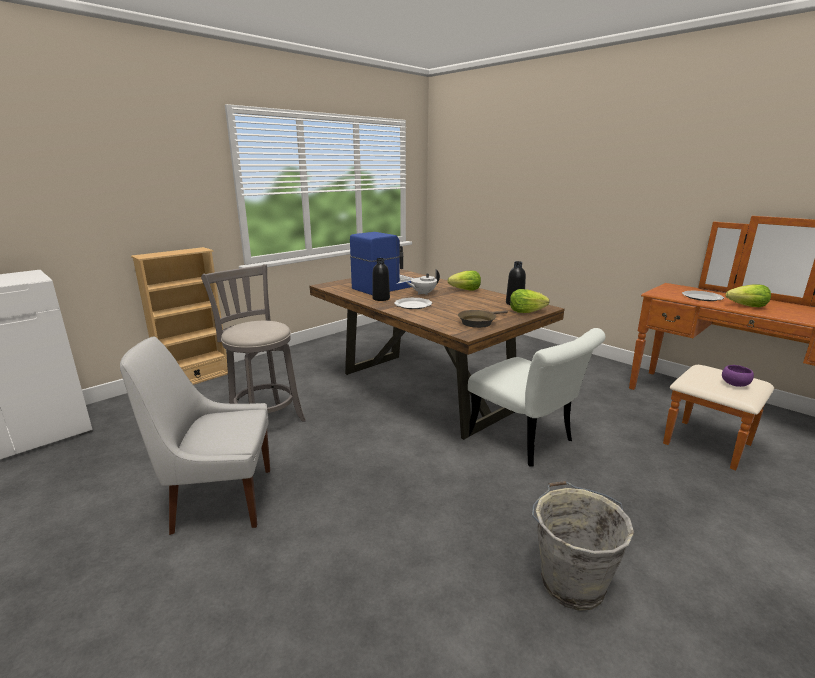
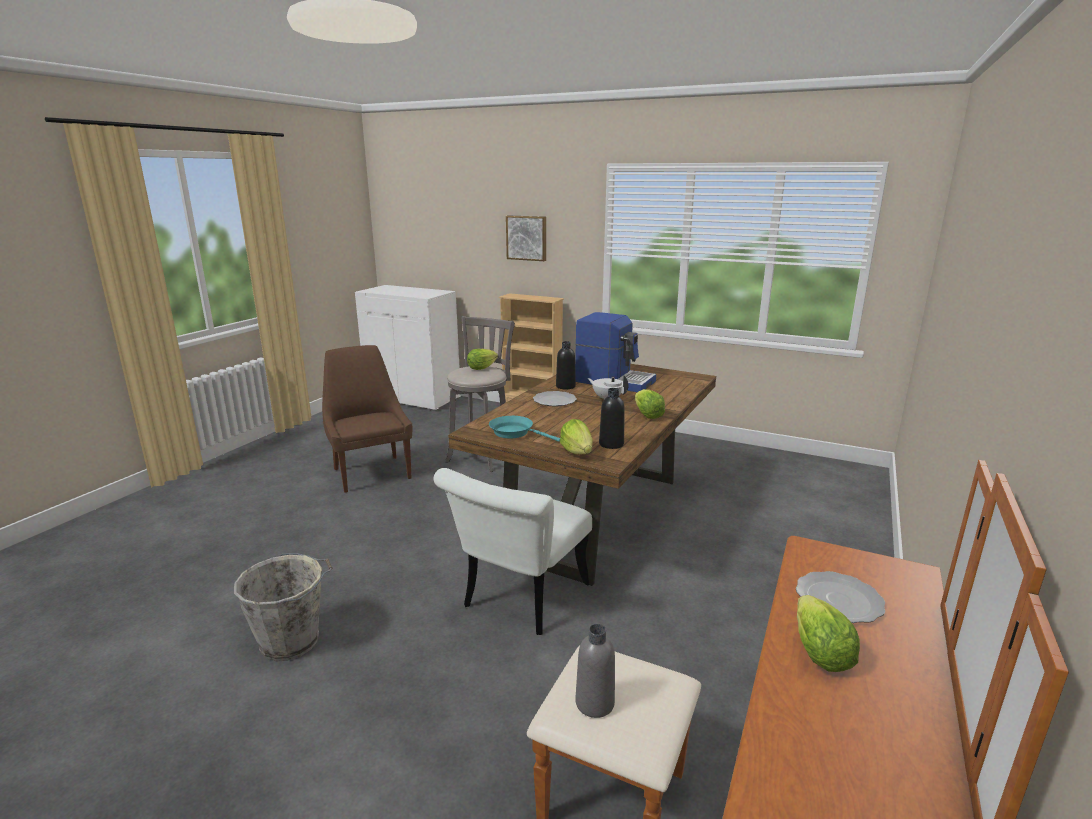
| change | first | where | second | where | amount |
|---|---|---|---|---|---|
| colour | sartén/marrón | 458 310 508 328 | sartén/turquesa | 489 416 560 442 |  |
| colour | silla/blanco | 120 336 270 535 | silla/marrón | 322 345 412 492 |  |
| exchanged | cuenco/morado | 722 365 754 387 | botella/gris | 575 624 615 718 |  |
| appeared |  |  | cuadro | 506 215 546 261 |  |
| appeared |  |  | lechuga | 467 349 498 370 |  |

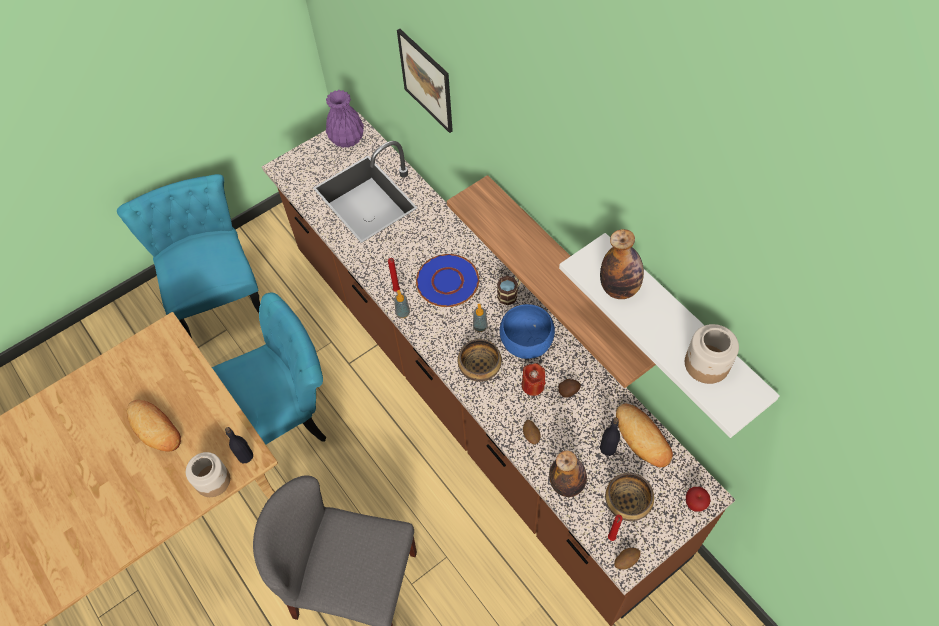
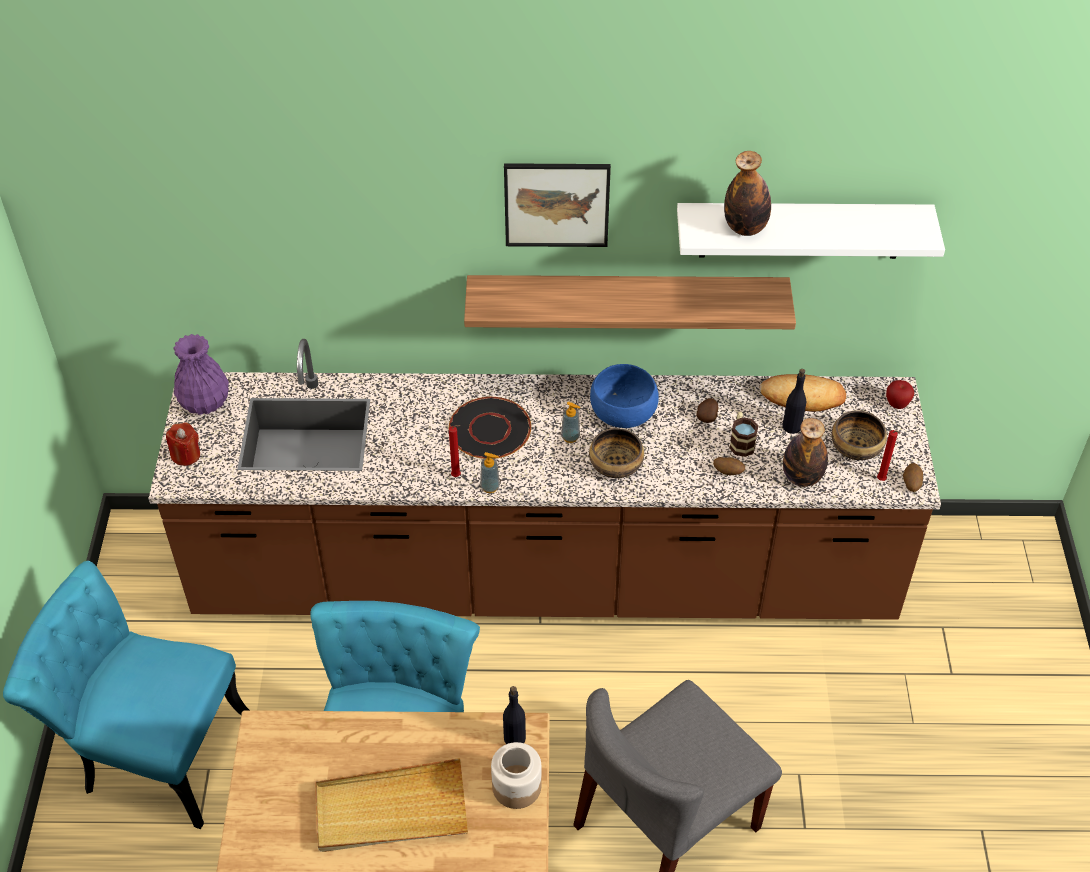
| change | first | where | second | where | amount |
|---|---|---|---|---|---|
| relocated | cuadro | 397 29 453 133 |  | 504 163 611 247 |  |
| colour | plato/azul | 416 254 479 307 | plato/negro | 449 397 531 459 |  |
| relocated | taza grande | 497 276 521 305 |  | 729 412 758 457 |  |
| missing | tarro | 685 324 739 384 |  |  |  |
| relocated | vela/rojo | 522 363 546 396 |  | 166 422 200 466 |  |
| exchanged | pan | 127 400 181 452 | bandeja/beis | 316 758 468 852 |  |

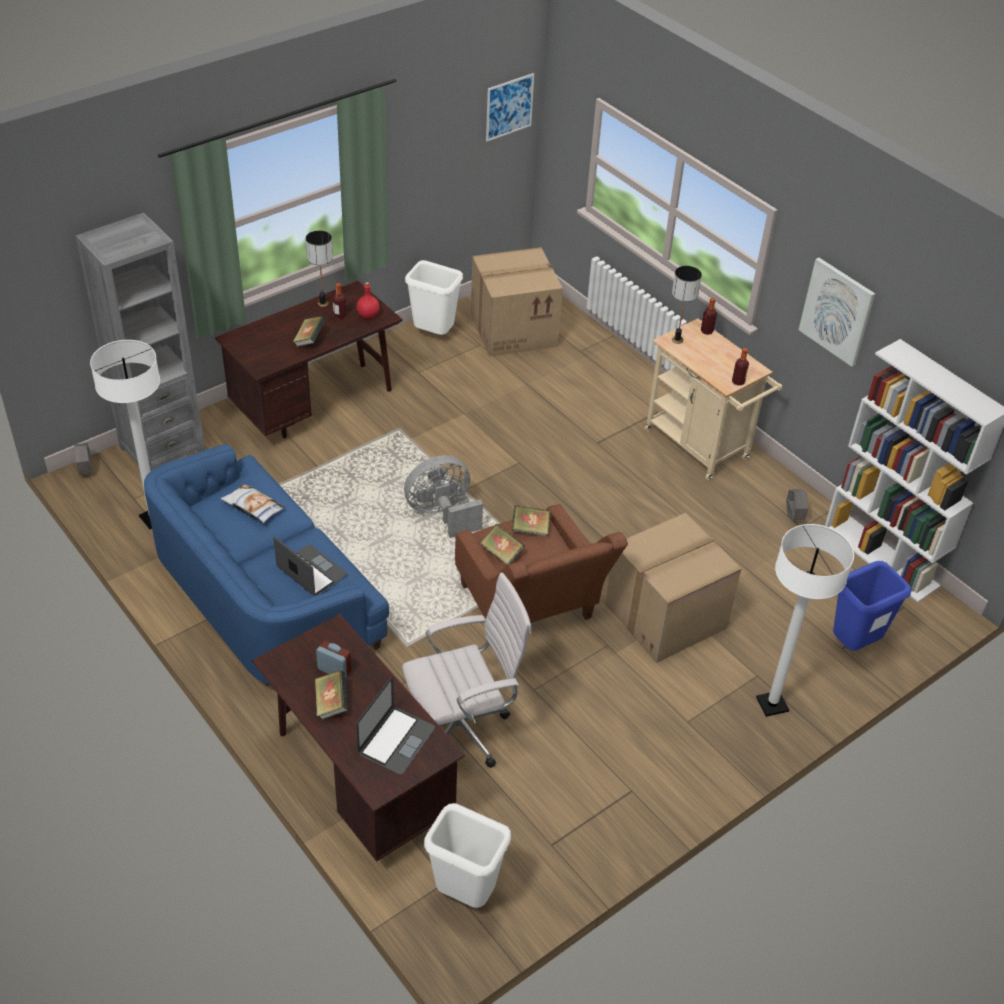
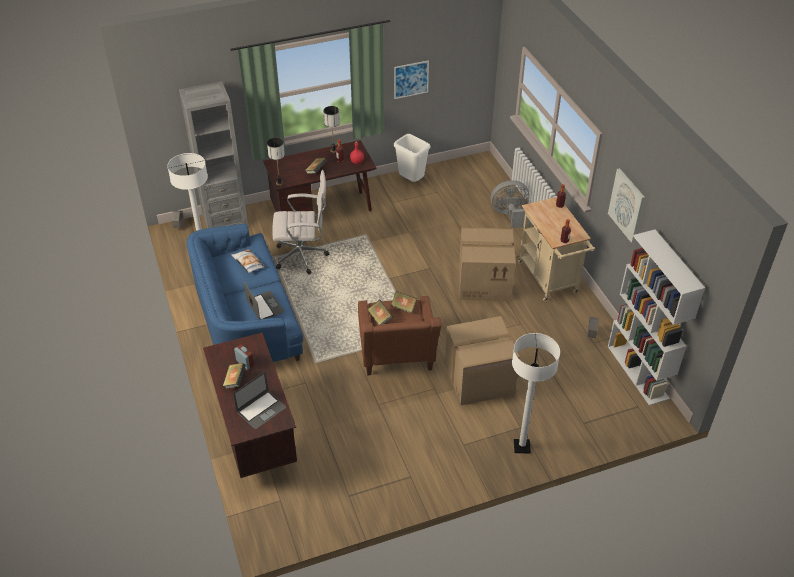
| change | first | where | second | where | amount |
|---|---|---|---|---|---|
| relocated | cuadro | 486 73 534 141 |  | 394 60 429 99 |  |
| relocated | caja de cartón | 471 247 563 357 |  | 459 227 516 301 |  |
| relocated | lámpara de mesa | 672 266 702 344 |  | 267 138 285 186 |  |
| relocated | ventilador/gris | 404 455 483 538 |  | 491 180 531 228 |  |
| missing | papelera/azul | 833 561 912 651 |  |  |  |
| relocated | silla de oficina/blanco | 402 573 532 768 |  | 272 170 329 274 |  |
| missing | papelera/blanco | 424 803 511 908 |  |  |  |

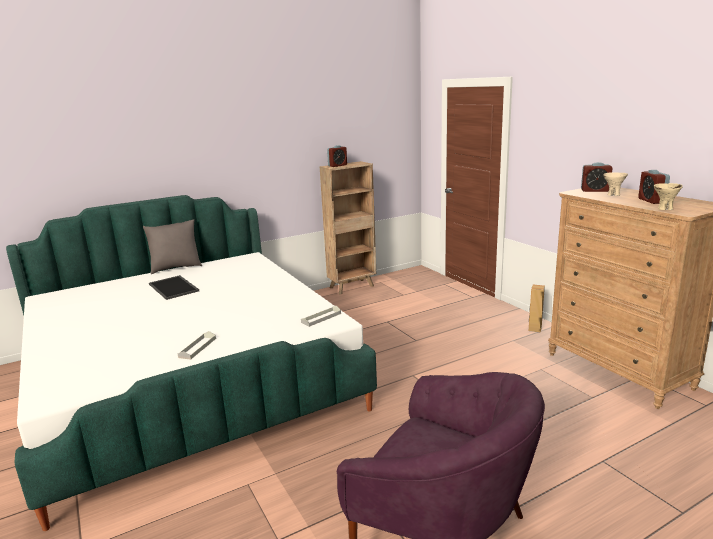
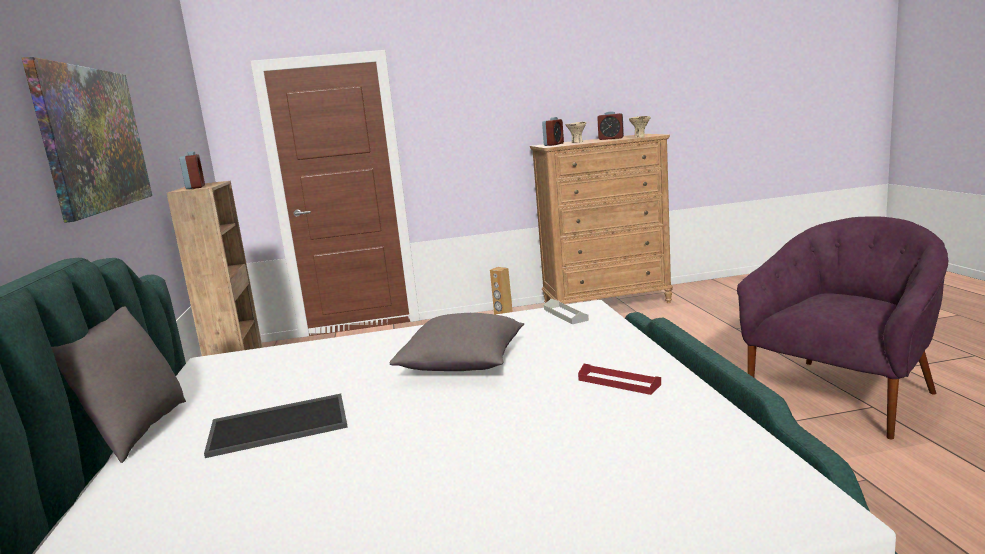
| change | first | where | second | where | amount |
|---|---|---|---|---|---|
| colour | bandeja/gris | 178 331 216 360 | bandeja/rojo | 578 364 661 395 |  |
| appeared |  |  | cuadro | 22 57 152 223 |  |
| appeared |  |  | cojín/gris | 390 313 524 371 |  |

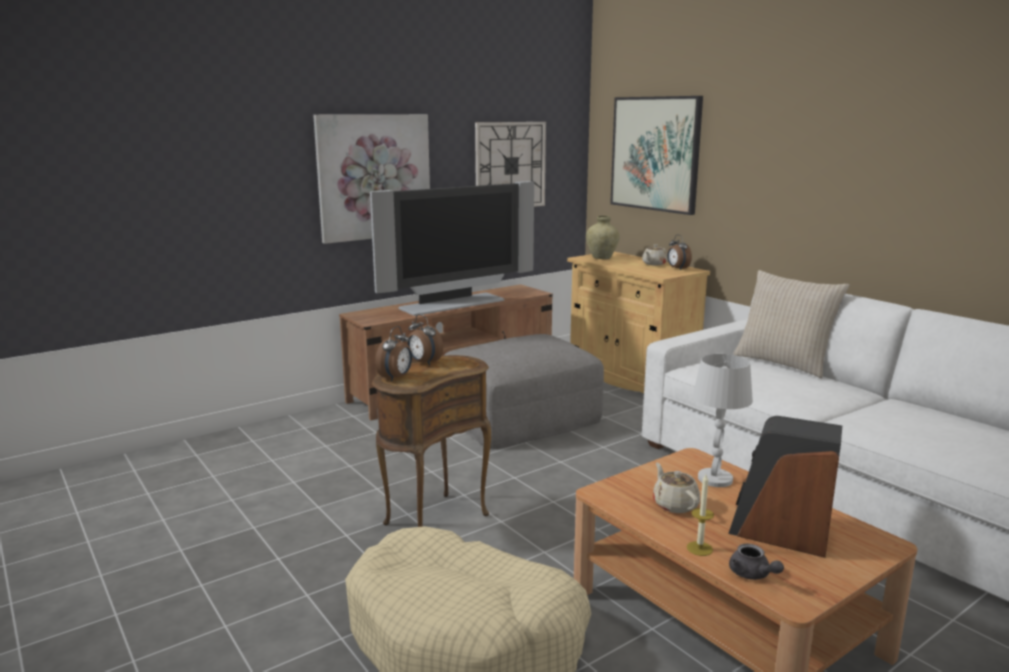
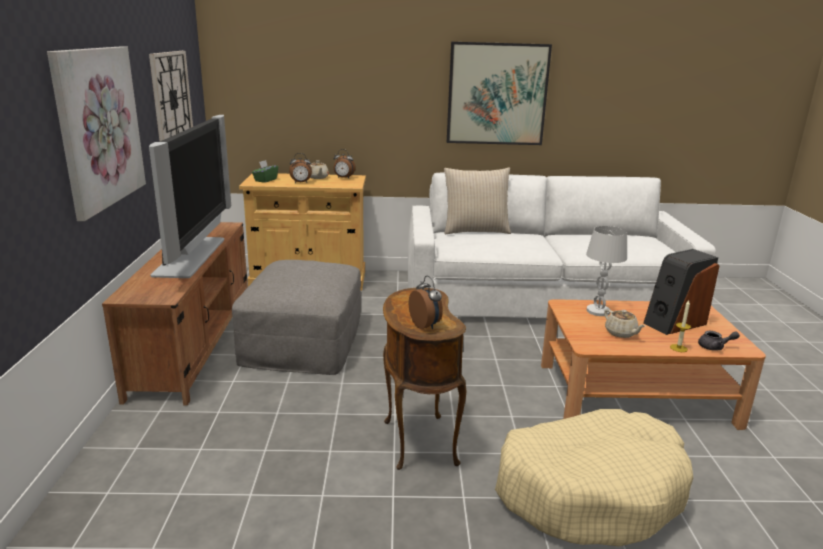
| change | first | where | second | where | amount |
|---|---|---|---|---|---|
| relocated | cuadro | 610 96 703 215 |  | 447 42 552 145 |  |
| exchanged | florero/beis | 586 216 619 259 | caja de pañuelos/verde | 252 160 278 183 |  |
| relocated | despertador | 407 314 443 366 |  | 289 153 312 183 |  |
| spun | tetera/beis | 653 462 700 513 |  | 604 309 645 338 | 135 degrees counterclockwise |

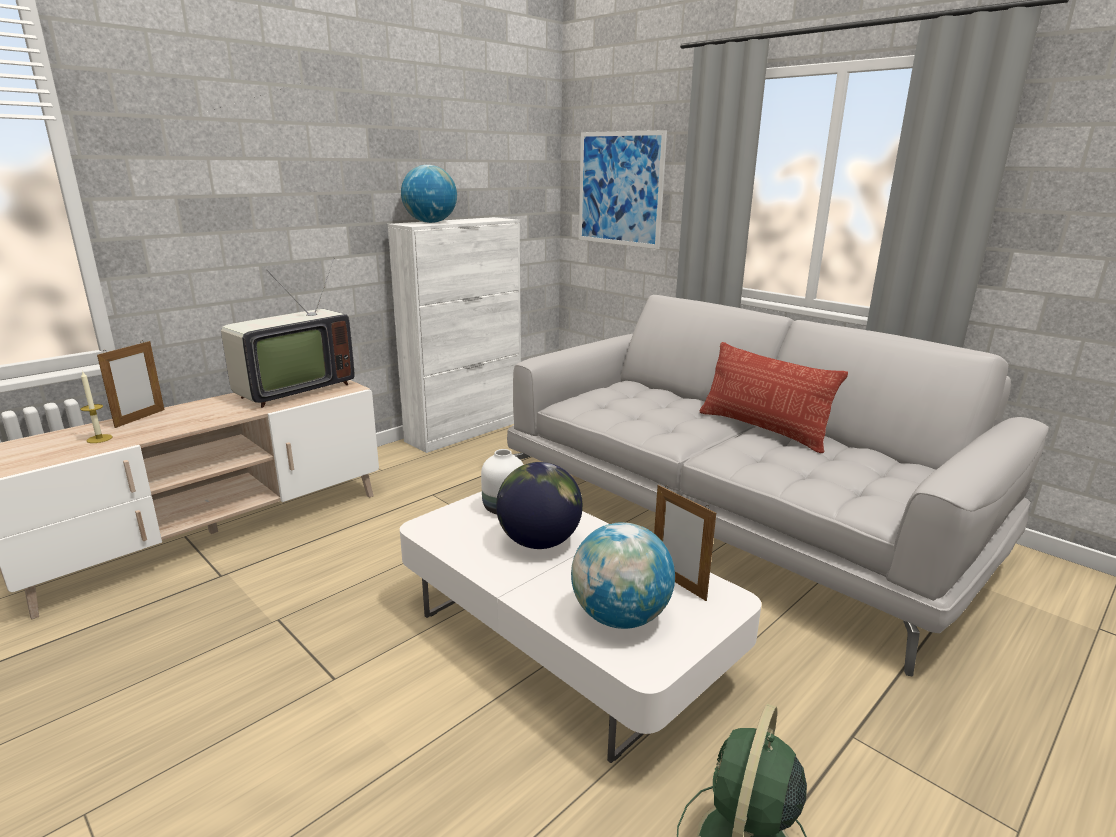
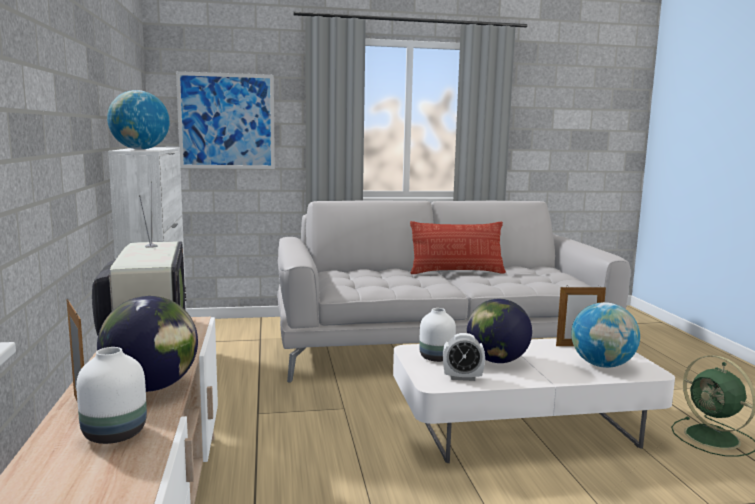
| change | first | where | second | where | amount |
|---|---|---|---|---|---|
| exchanged | vela | 80 372 113 443 | florero/blanco | 76 347 147 444 |  |
| appeared |  |  | globo terráqueo | 97 296 198 392 |  |
| appeared |  |  | despertador | 443 333 485 381 |  |

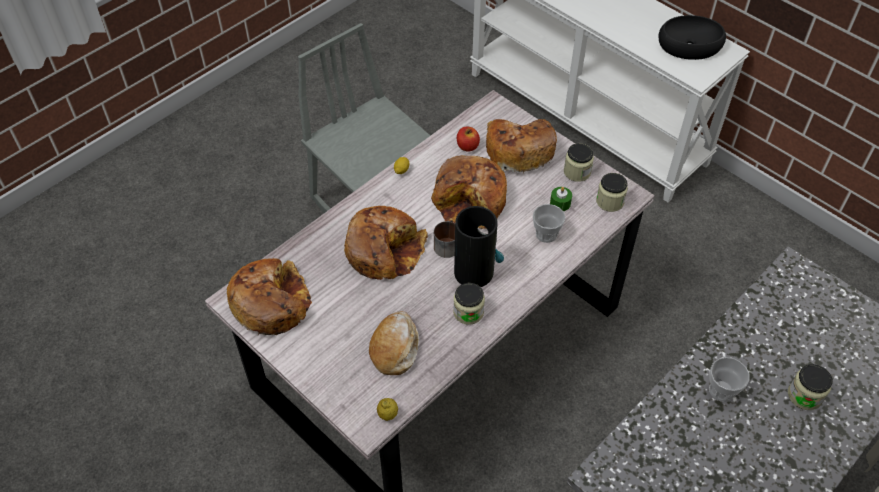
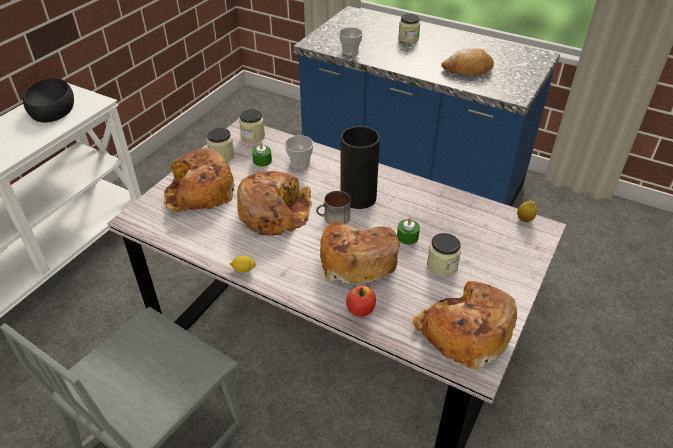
| change | first | where | second | where | amount |
|---|---|---|---|---|---|
| relocated | manzana | 457 126 480 152 |  | 346 286 376 317 |  |
| relocated | tarro | 453 283 485 325 |  | 427 233 461 276 |  |
| relocated | pan | 369 311 419 375 |  | 441 48 494 75 |  |
| relocated | taza | 709 357 750 402 |  | 339 27 363 56 |  |
| appeared |  |  | vela/verde | 397 217 420 245 |  |

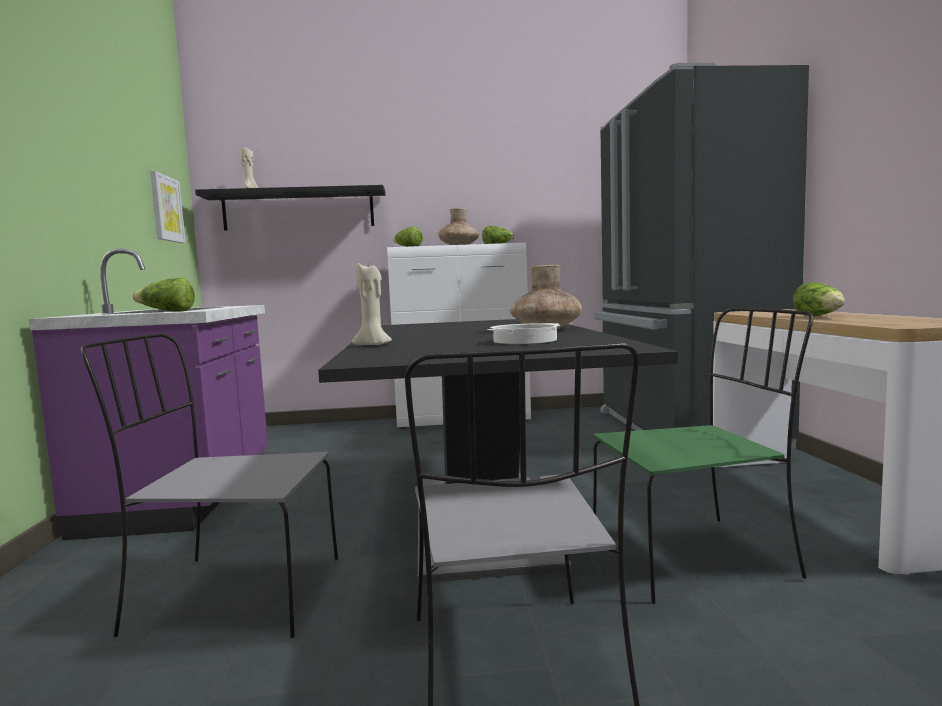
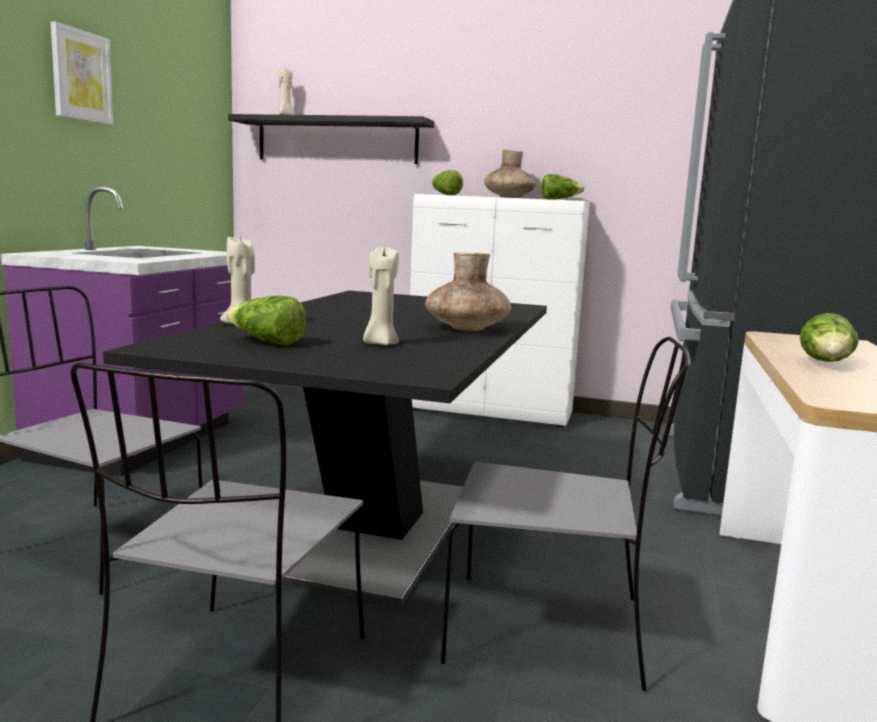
| change | first | where | second | where | amount |
|---|---|---|---|---|---|
| relocated | cuadro | 150 171 185 243 |  | 50 22 113 125 |  |
| relocated | lechuga | 132 278 195 312 |  | 226 296 306 345 |  |
| colour | silla/verde | 593 308 813 604 | silla/gris | 441 337 690 691 |  |
| exchanged | olla | 487 323 560 344 | vela/beis | 363 246 399 345 |  |

